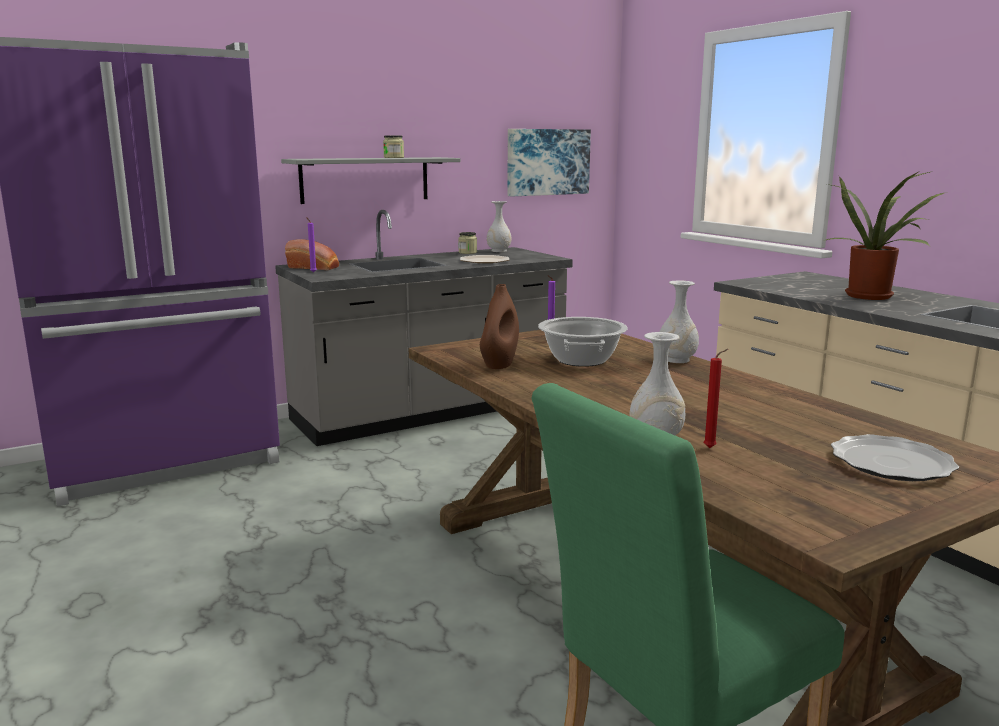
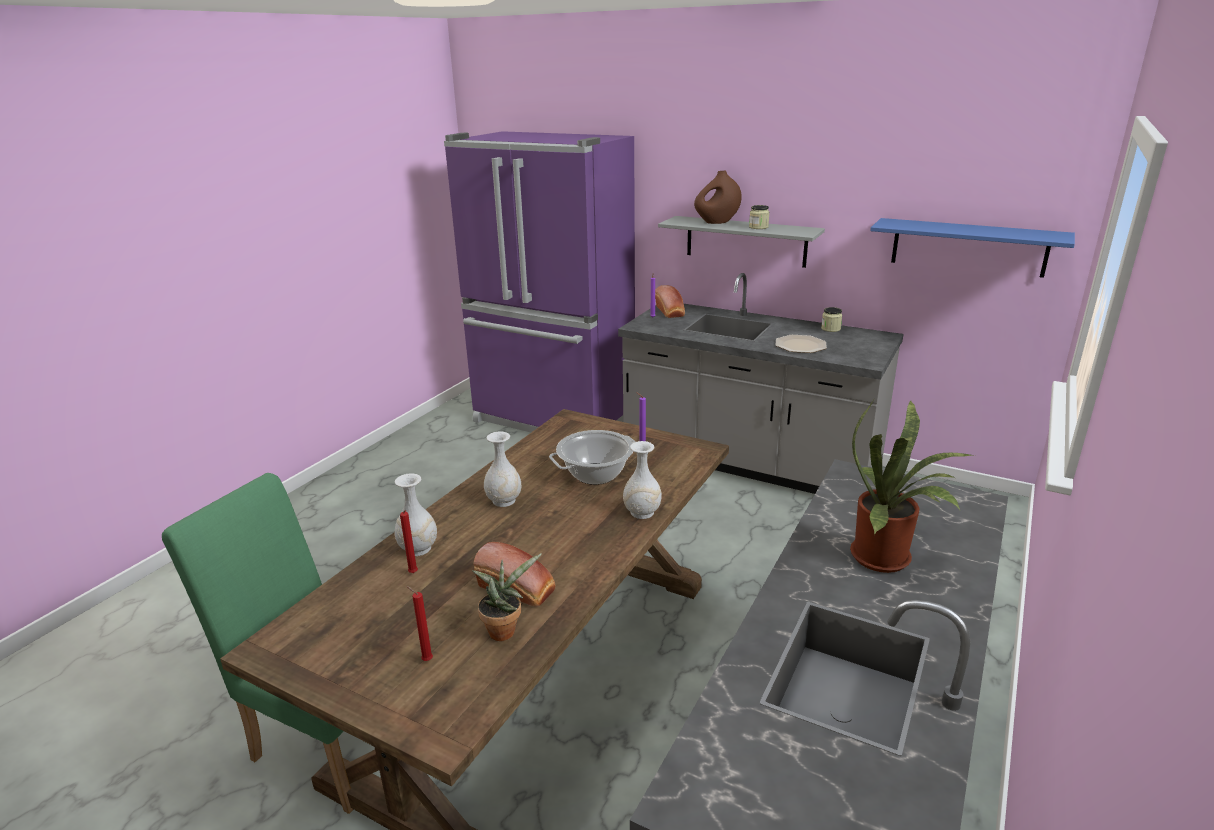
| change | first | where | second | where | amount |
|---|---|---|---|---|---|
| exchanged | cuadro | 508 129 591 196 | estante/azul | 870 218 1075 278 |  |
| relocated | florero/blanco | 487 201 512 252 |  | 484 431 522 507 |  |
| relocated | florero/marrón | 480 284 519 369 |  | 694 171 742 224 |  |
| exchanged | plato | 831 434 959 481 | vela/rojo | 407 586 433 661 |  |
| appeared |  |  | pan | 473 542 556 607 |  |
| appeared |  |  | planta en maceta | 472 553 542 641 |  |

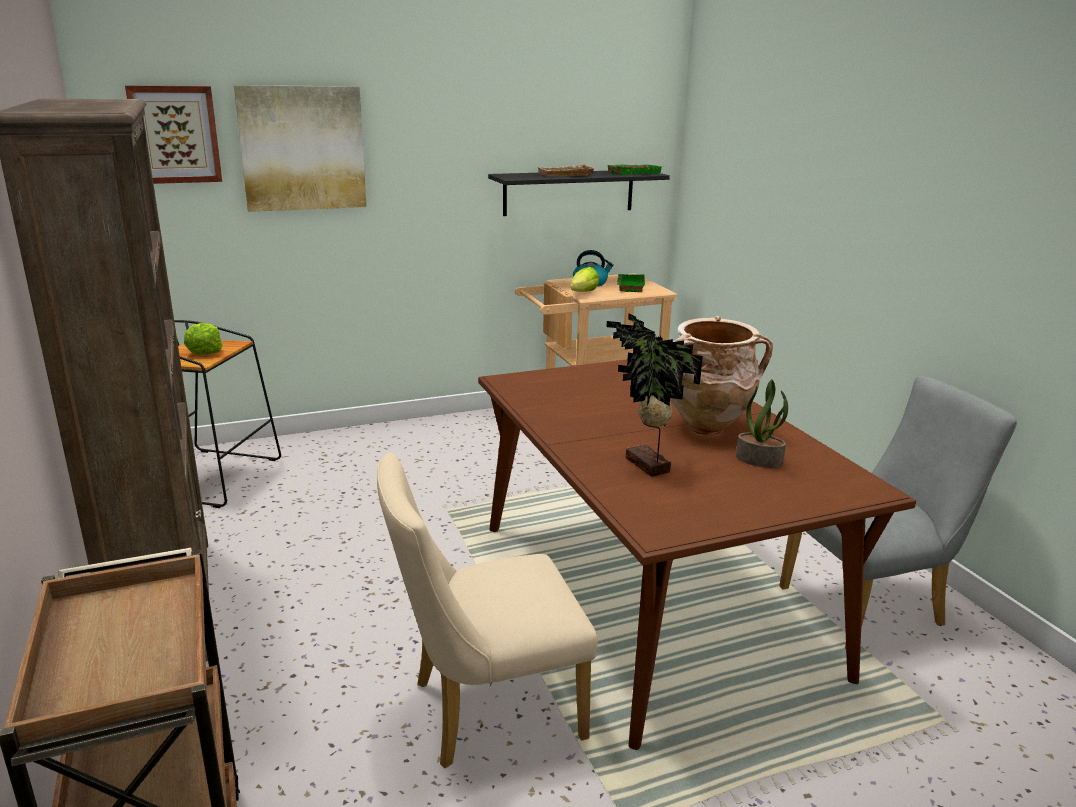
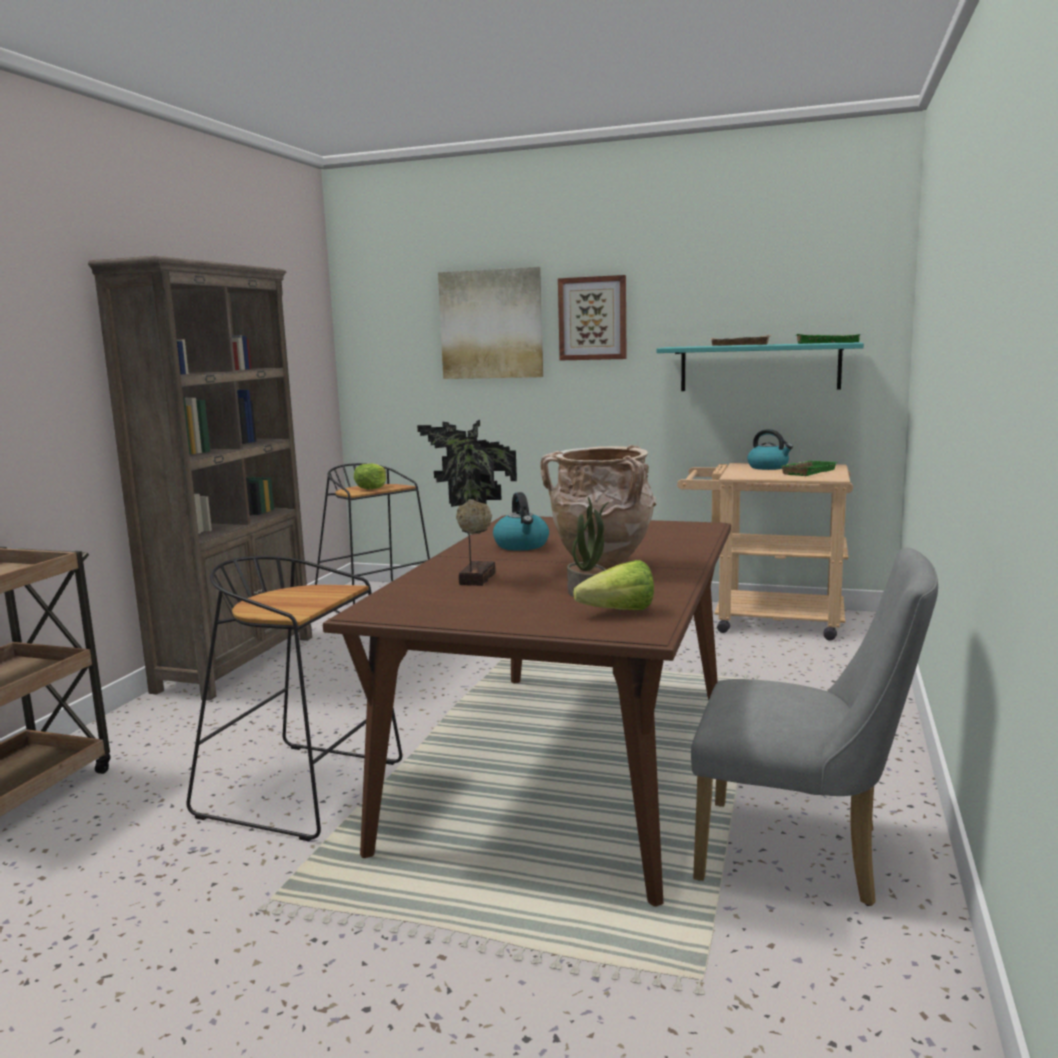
| change | first | where | second | where | amount |
|---|---|---|---|---|---|
| relocated | cuadro | 125 85 222 184 |  | 558 275 627 360 |  |
| colour | estante/negro | 488 171 670 216 | estante/turquesa | 656 342 864 391 |  |
| relocated | lechuga | 570 267 599 292 |  | 573 560 654 610 |  |
| exchanged | silla/beis | 377 453 598 768 | taburete/negro | 186 556 402 841 |  |
| appeared |  |  | hervidor | 493 492 549 551 |  |

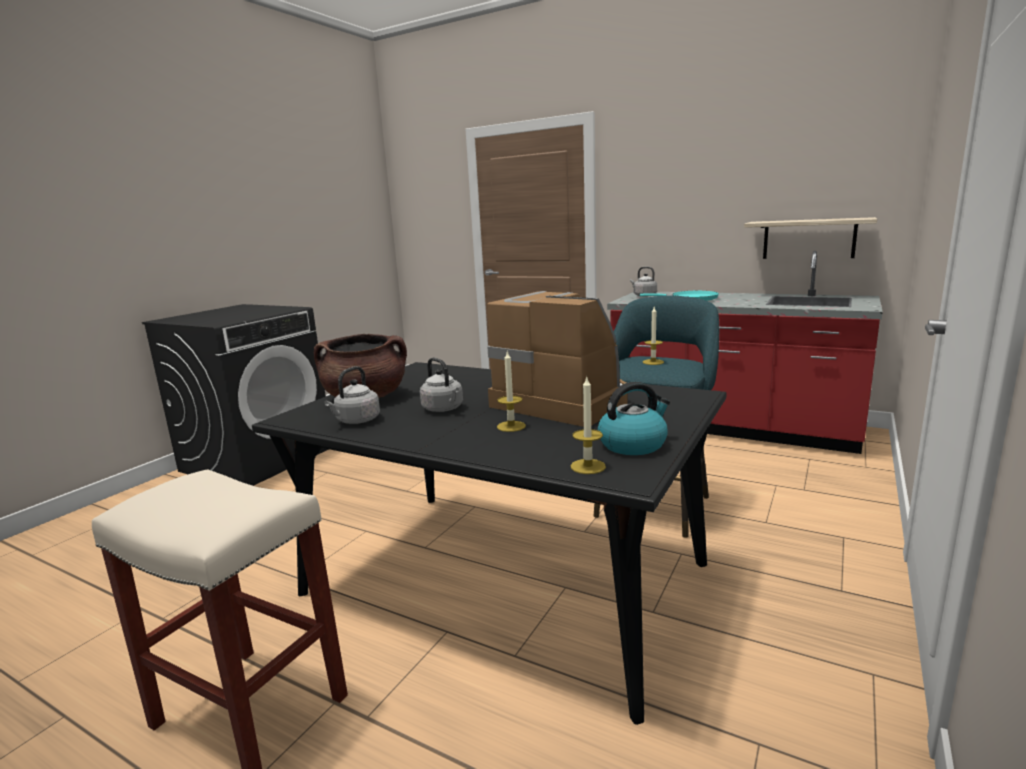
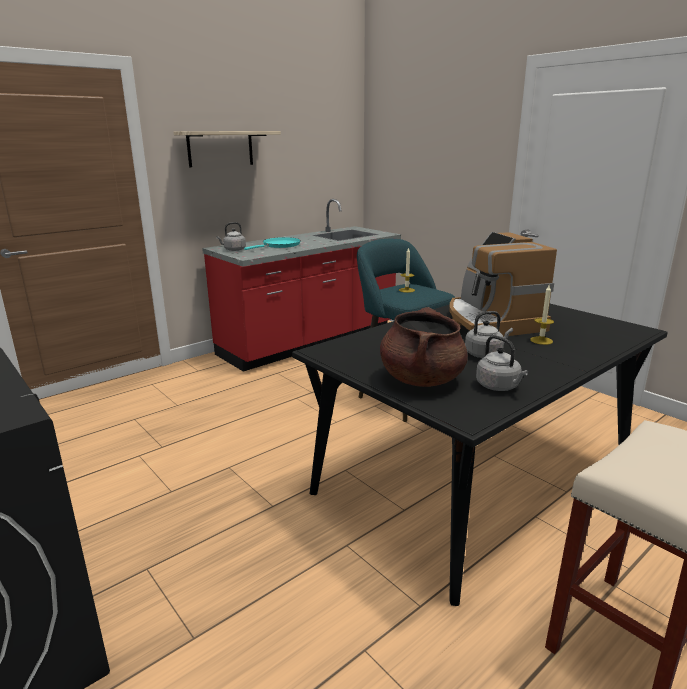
| change | first | where | second | where | amount |
|---|---|---|---|---|---|
| relocated | estante | 744 217 877 259 |  | 173 131 281 167 |  |
| spun | cafetera | 487 291 628 427 |  | 449 232 557 337 | 75 degrees counterclockwise |
| missing | vela | 571 378 606 474 |  |  |  |
| missing | hervidor | 598 382 670 455 |  |  |  |

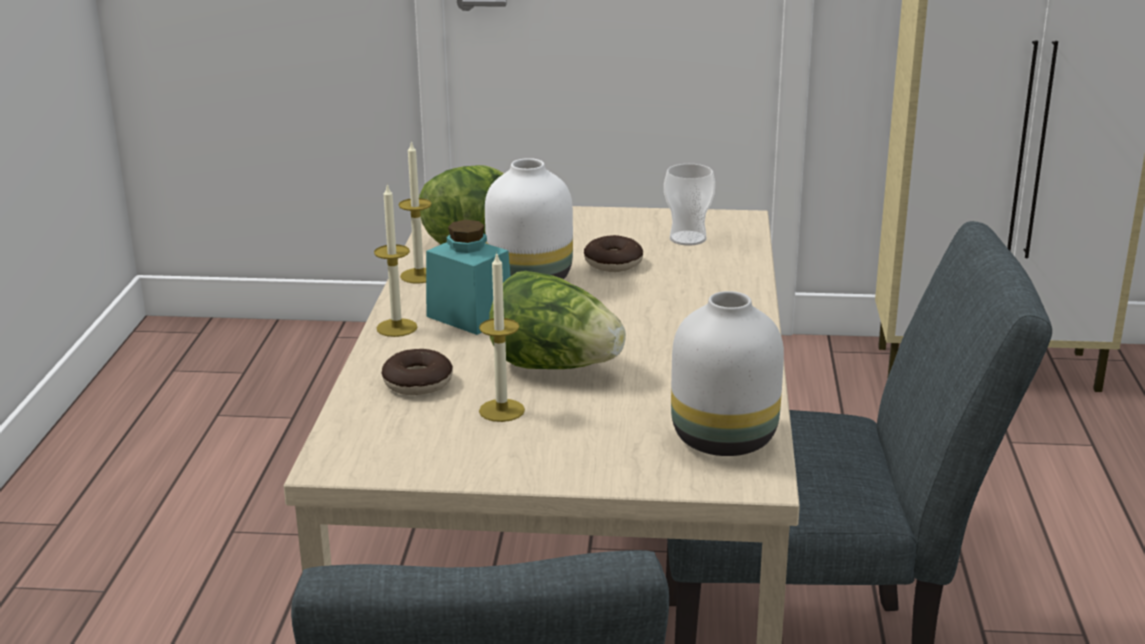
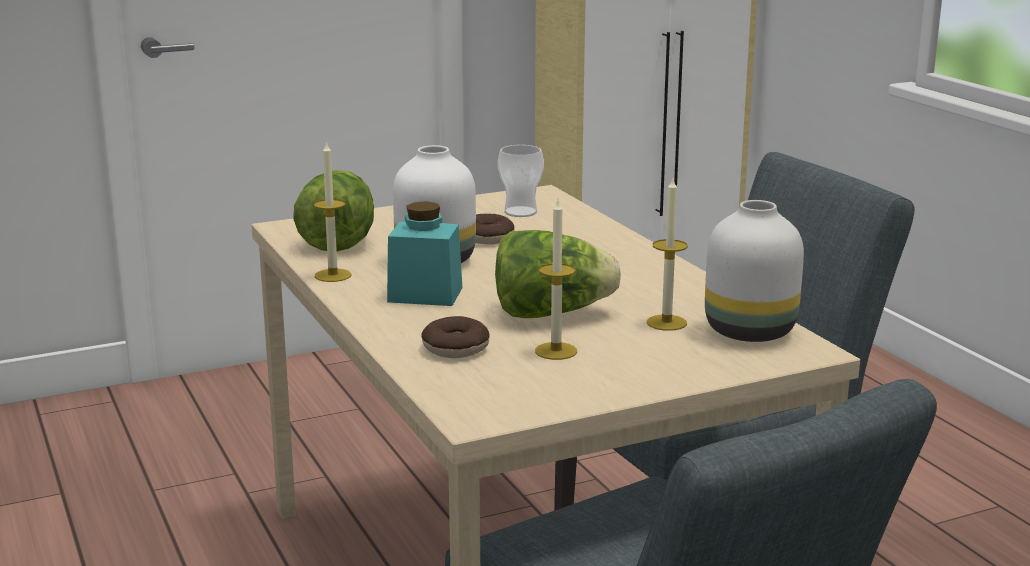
| change | first | where | second | where | amount |
|---|---|---|---|---|---|
| relocated | vela | 374 183 417 337 |  | 647 178 688 331 |  |

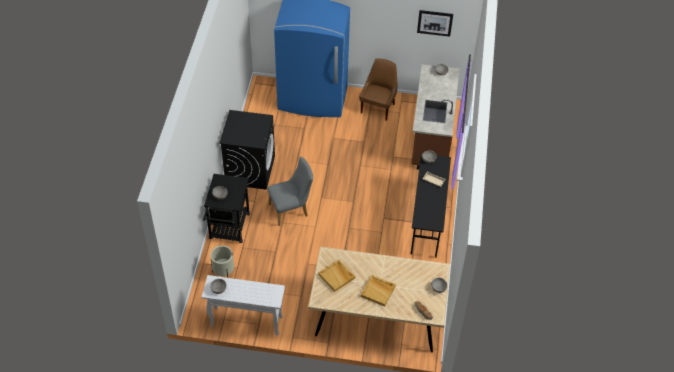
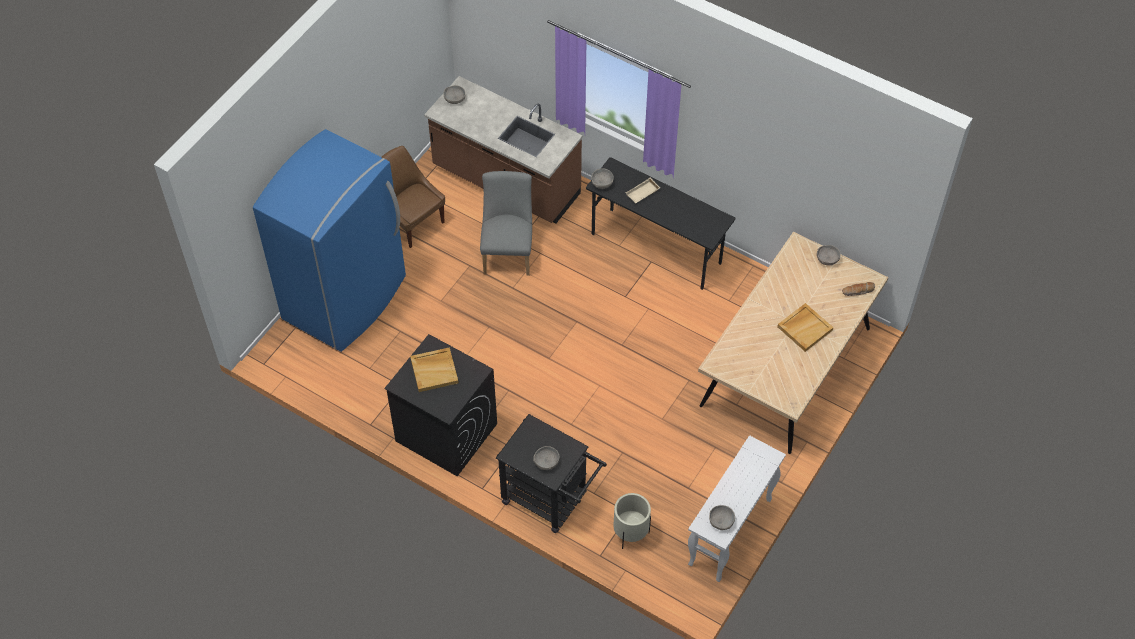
| change | first | where | second | where | amount |
|---|---|---|---|---|---|
| missing | cuadro | 417 10 453 37 |  |  |  |
| relocated | silla/gris | 267 157 313 226 |  | 480 171 532 276 |  |
| relocated | bandeja/beis | 318 260 355 292 |  | 410 347 459 392 |  |

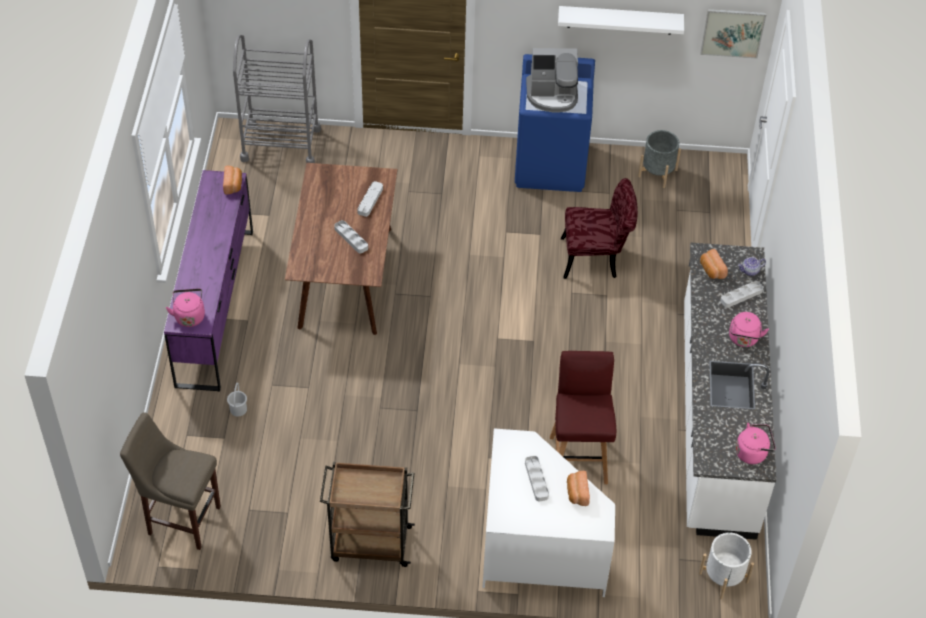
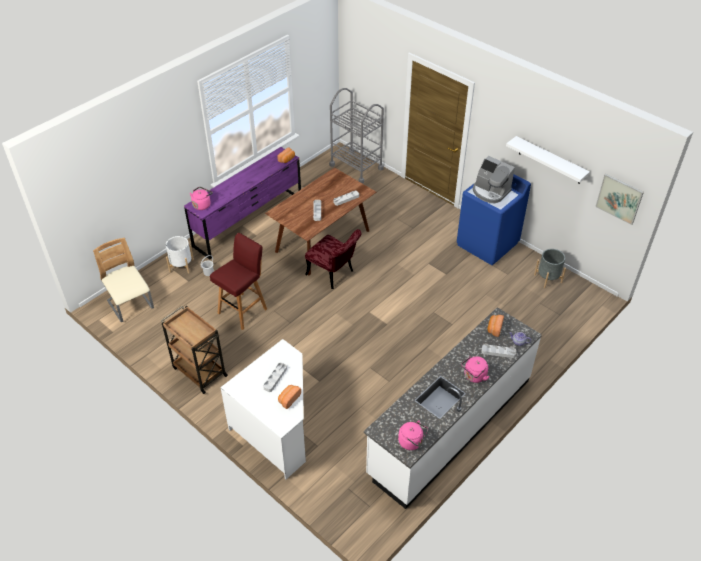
| change | first | where | second | where | amount |
|---|---|---|---|---|---|
| relocated | silla/rojo | 561 178 638 279 |  | 305 229 361 289 |  |
| relocated | taburete/rojo | 550 351 616 484 |  | 210 233 267 330 |  |
| exchanged | taburete/beis | 120 412 221 550 | silla/beis | 93 238 154 323 |  |
| relocated | maceta/blanco | 699 533 754 599 |  | 166 236 194 274 |  |

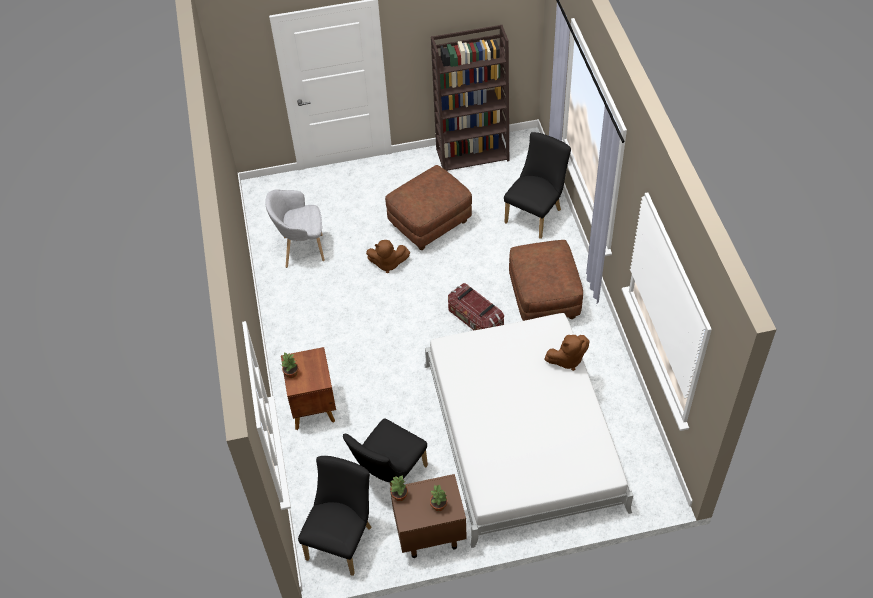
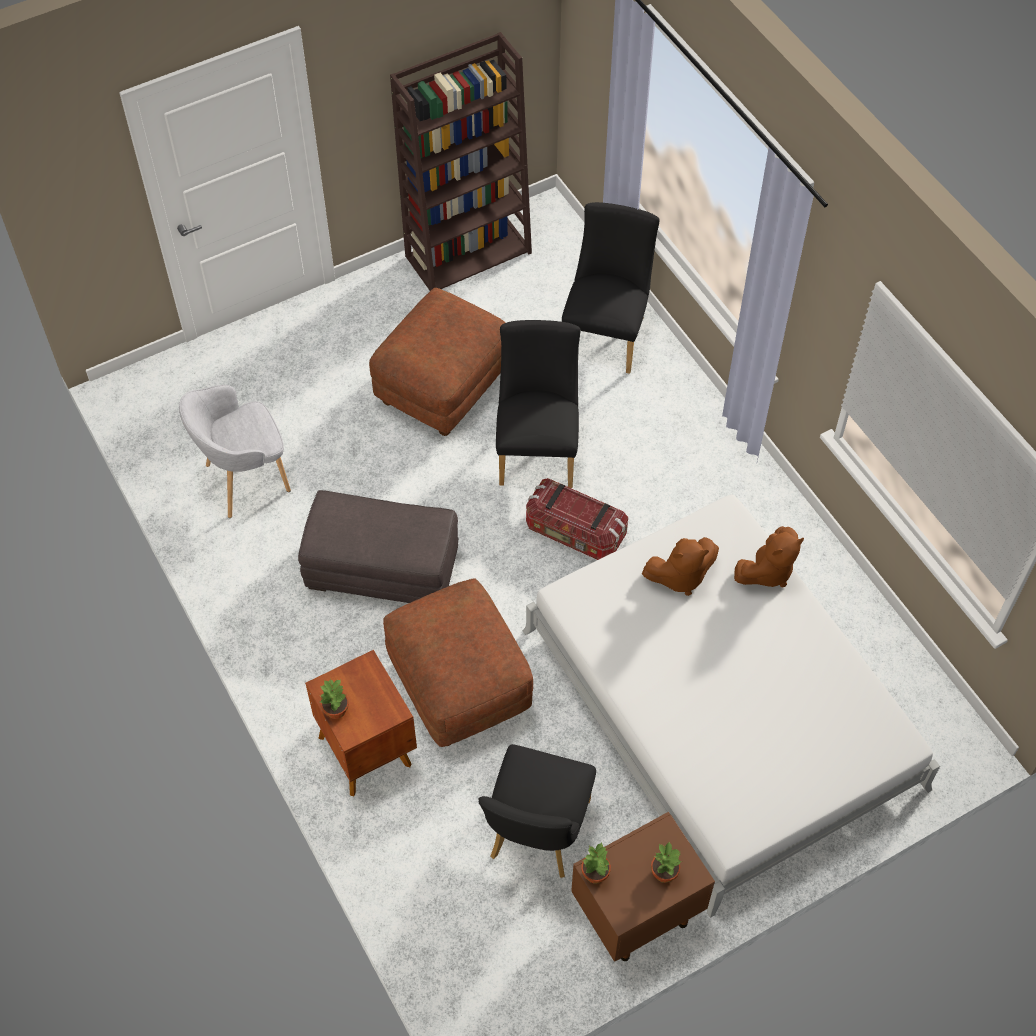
| change | first | where | second | where | amount |
|---|---|---|---|---|---|
| relocated | peluche/marrón | 366 240 410 273 |  | 642 537 719 596 |  |
| relocated | puf/marrón | 509 240 583 321 |  | 383 579 533 747 |  |
| relocated | silla/negro | 298 456 372 576 |  | 496 320 581 488 |  |
| appeared |  |  | puf/gris | 298 490 458 603 |  |

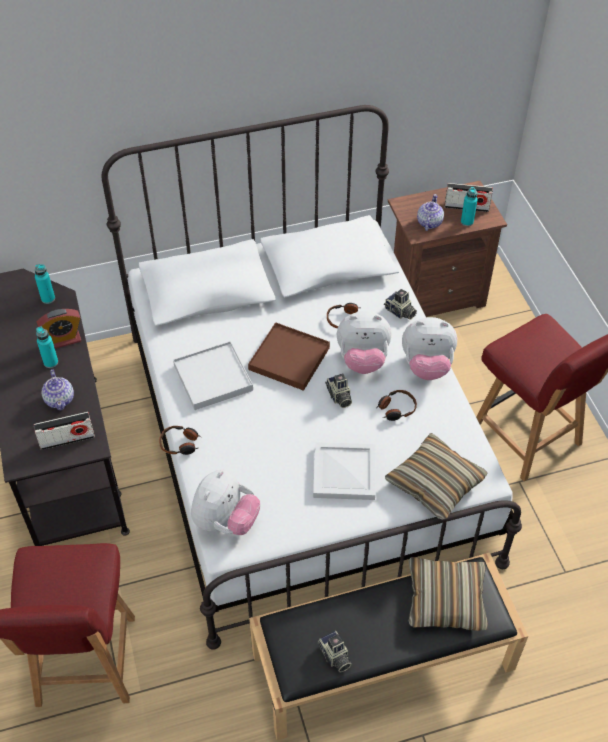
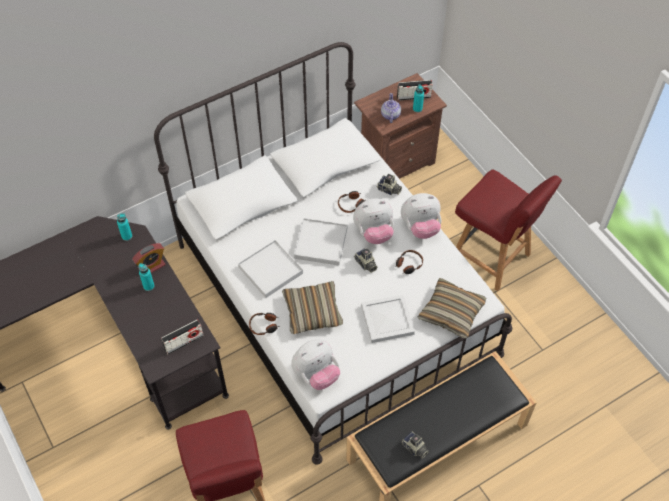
| change | first | where | second | where | amount |
|---|---|---|---|---|---|
| colour | bandeja/marrón | 248 322 330 391 | bandeja/blanco | 294 218 347 265 |  |
| missing | tetera | 42 369 74 410 |  |  |  |
| spun | peluche | 191 470 260 535 |  | 291 339 340 390 | 45 degrees clockwise |
| relocated | cojín | 408 557 488 631 |  | 282 281 343 334 |  |

